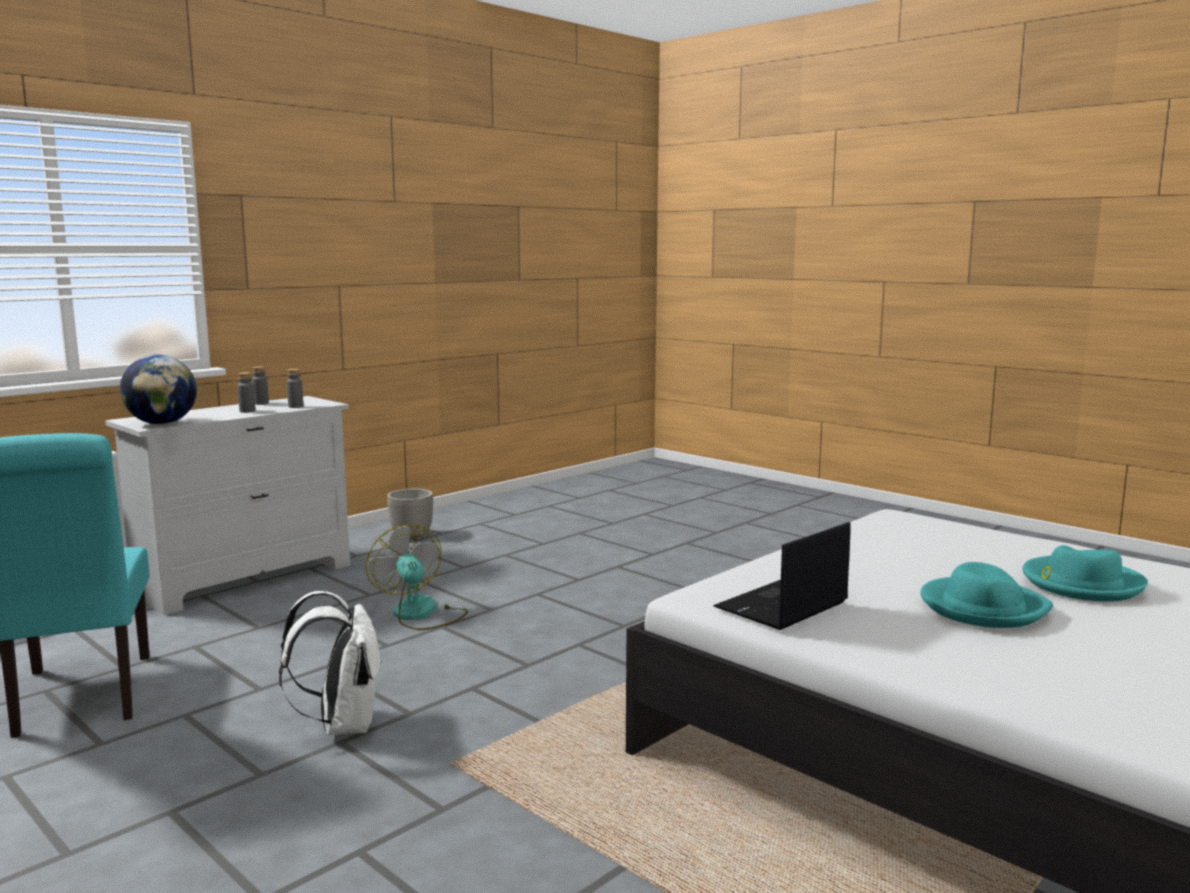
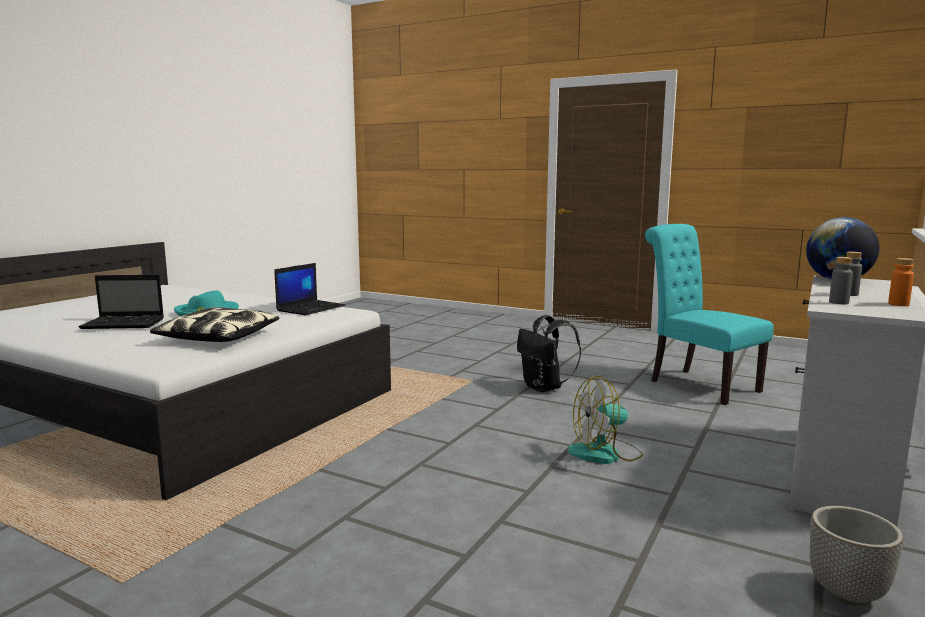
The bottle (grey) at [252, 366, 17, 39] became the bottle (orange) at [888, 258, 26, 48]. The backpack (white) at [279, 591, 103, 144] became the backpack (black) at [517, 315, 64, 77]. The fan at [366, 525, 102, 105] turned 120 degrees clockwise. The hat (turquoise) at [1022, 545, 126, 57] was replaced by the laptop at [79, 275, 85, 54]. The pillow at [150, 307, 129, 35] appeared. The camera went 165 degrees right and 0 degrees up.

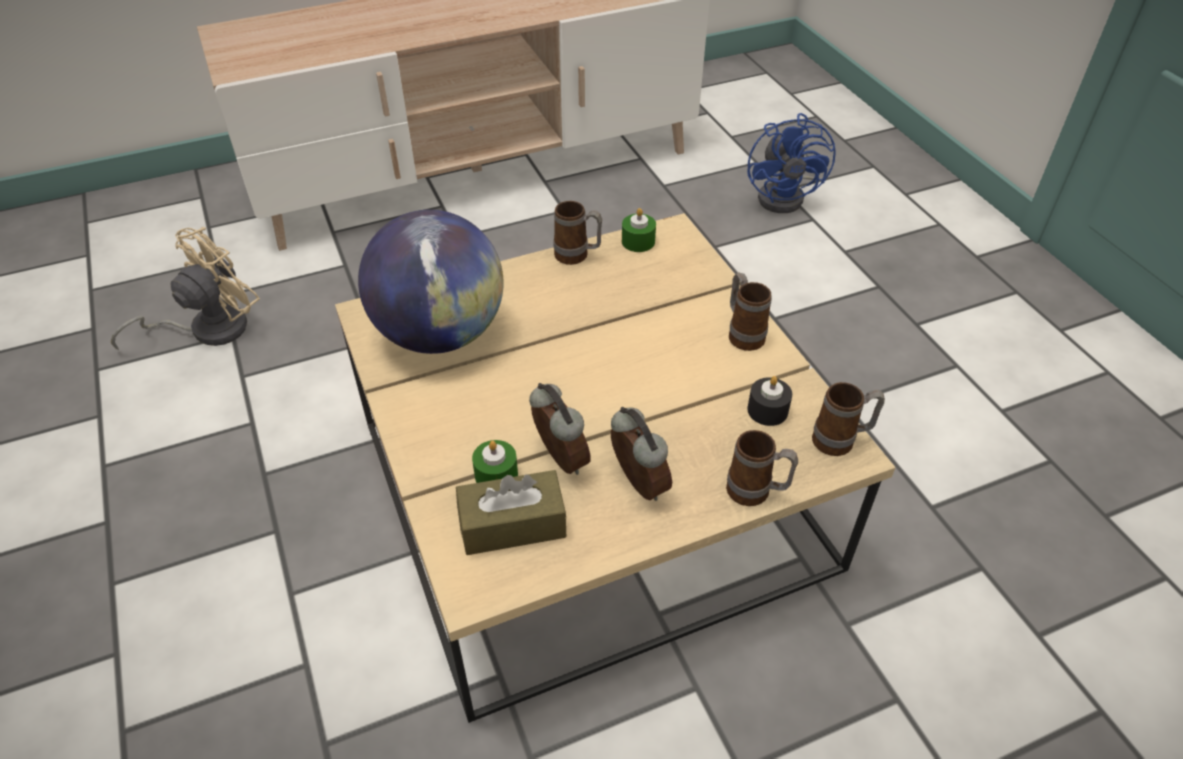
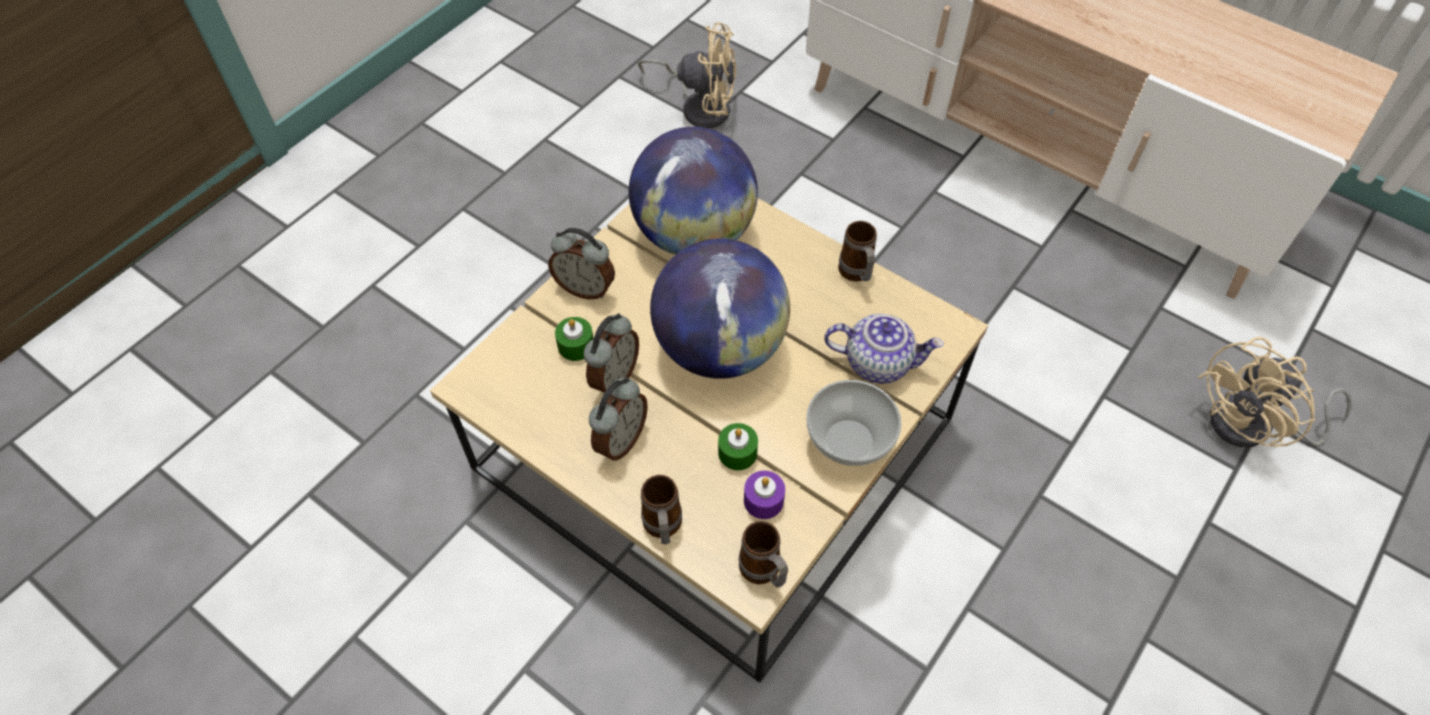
The tissue box (brown) at [456, 470, 110, 85] disappeared. The candle (green) moved from [622, 208, 34, 44] to [718, 423, 40, 47]. The mug at [729, 272, 43, 79] was replaced by the bowl at [807, 380, 95, 86]. The fan (blue) at [747, 113, 89, 100] became the fan (beige) at [1198, 337, 154, 110]. The candle (black) at [747, 376, 45, 50] became the candle (purple) at [744, 471, 41, 48]. The alarm clock at [548, 228, 67, 71] appeared. The globe at [650, 238, 140, 141] appeared. The teapot at [825, 314, 119, 70] appeared. The camera went 60 degrees right and 10 degrees up.

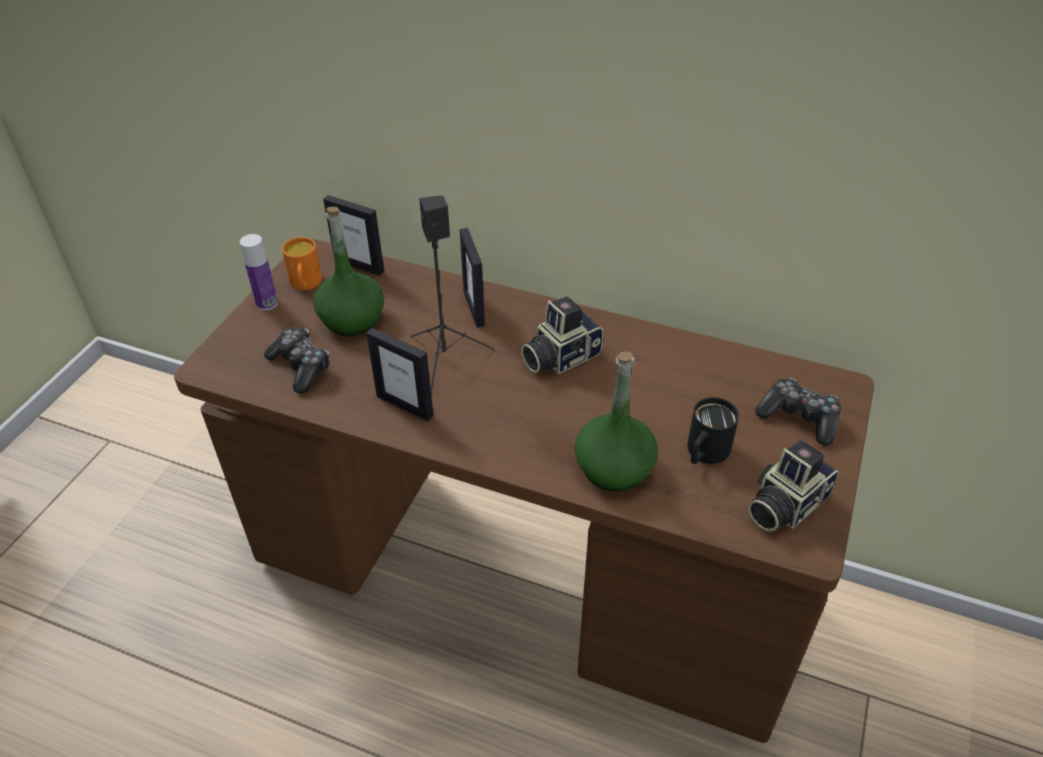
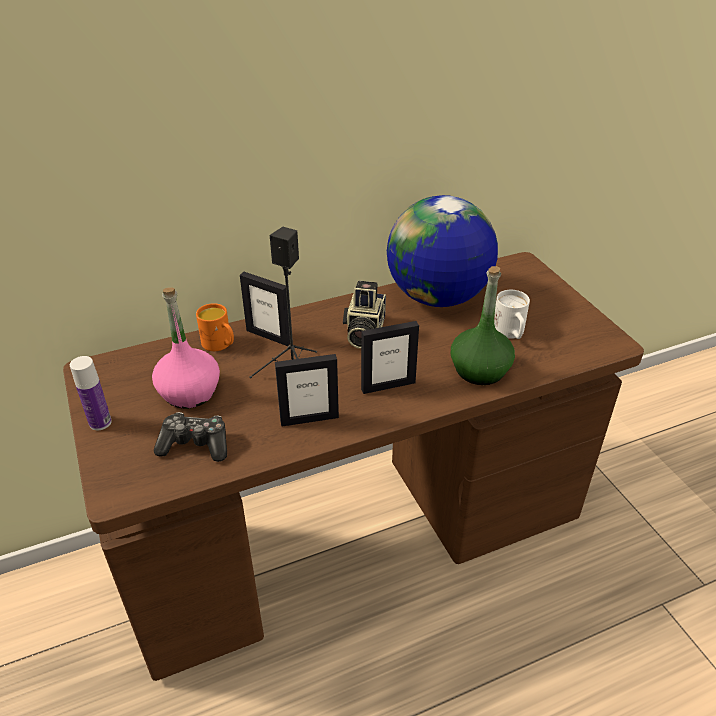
The mug (orange) moved from [282, 237, 40, 53] to [196, 303, 38, 48]. The bottle (green) at [313, 207, 71, 129] became the bottle (pink) at [152, 287, 68, 122]. The picture frame moved from [323, 195, 61, 81] to [361, 321, 58, 73]. The mug (black) at [687, 397, 52, 67] became the mug (white) at [494, 290, 36, 49]. The photo camera at [748, 440, 91, 92] disappeared. The game controller at [755, 378, 86, 68] disappeared. The globe at [387, 195, 111, 112] appeared. The camera went 45 degrees left and 5 degrees down.

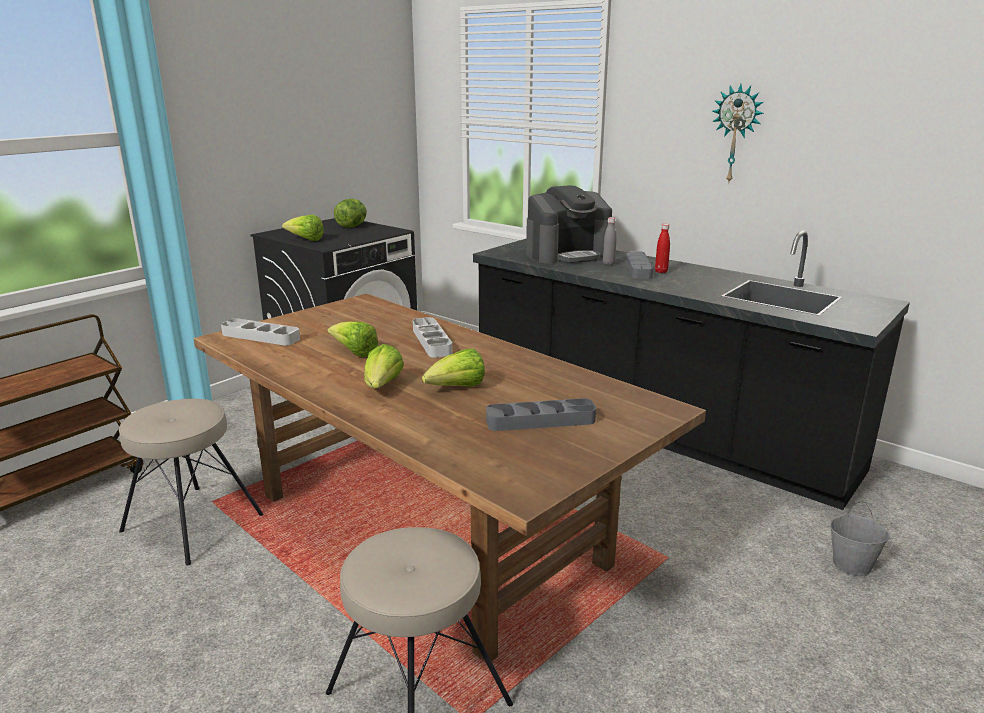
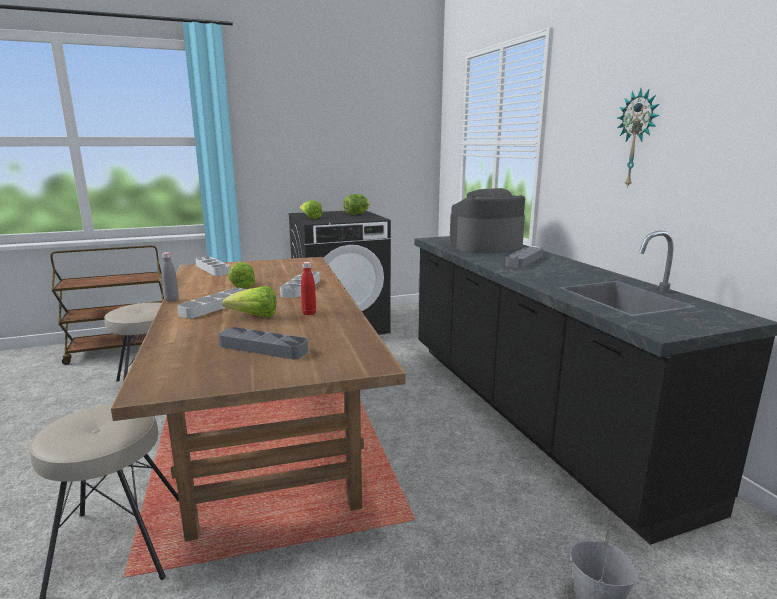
The lettuce at [364, 344, 40, 44] was replaced by the tray (grey) at [177, 288, 69, 30]. The coffee machine at [526, 185, 86, 79] turned 150 degrees clockwise. The bottle (grey) moved from [603, 217, 13, 48] to [162, 252, 17, 50]. The bottle (red) moved from [655, 224, 15, 49] to [301, 262, 15, 53]. The camera went 30 degrees right and 5 degrees down.

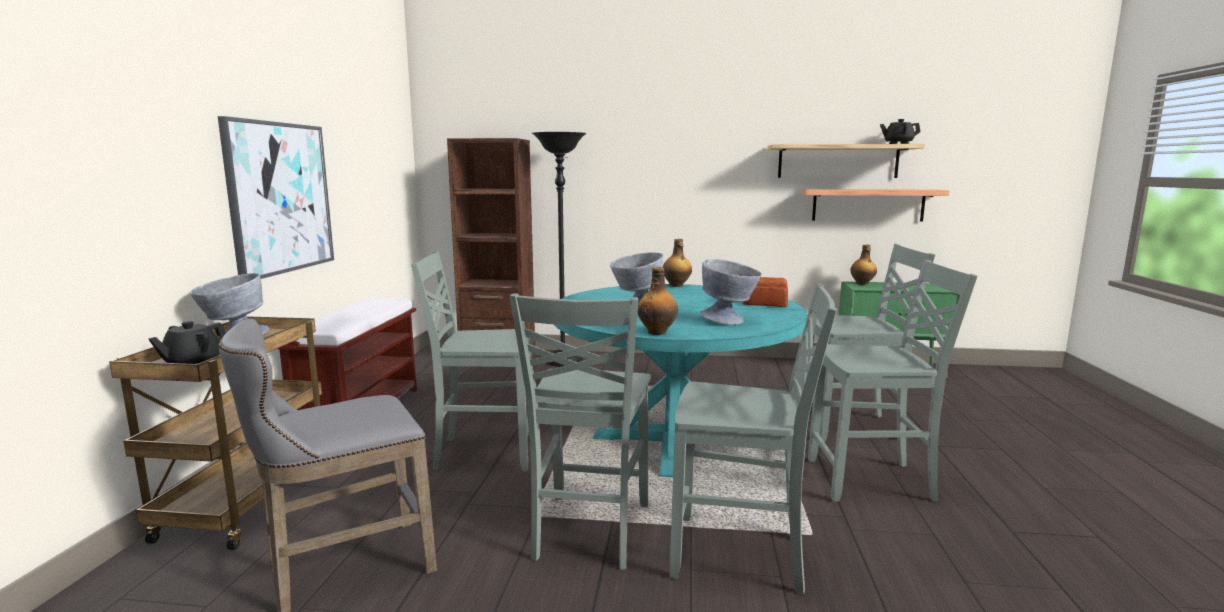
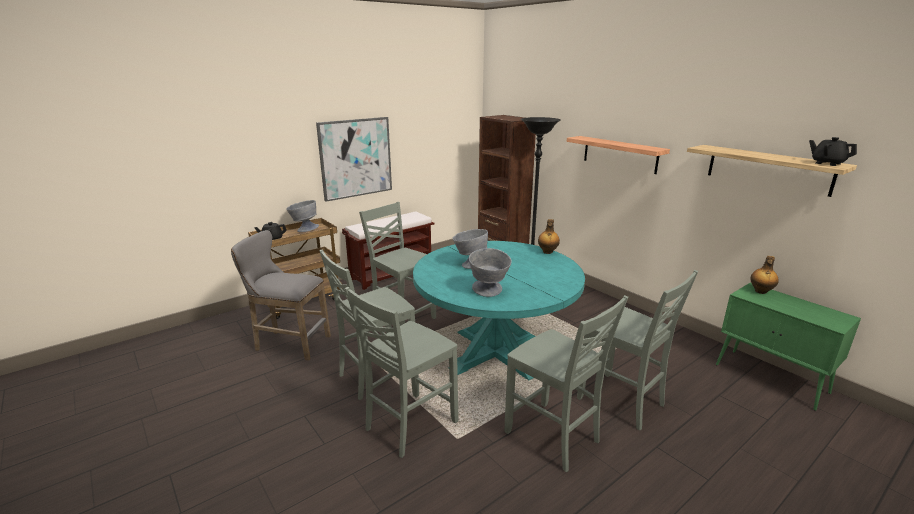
The bottle at [638, 267, 40, 68] disappeared. The chair (grey) at [670, 284, 167, 310] turned 75 degrees clockwise. The bread at [742, 277, 46, 30] disappeared. The shelf moved from [802, 189, 147, 33] to [567, 136, 103, 38]. The camera went 45 degrees right and 10 degrees up.

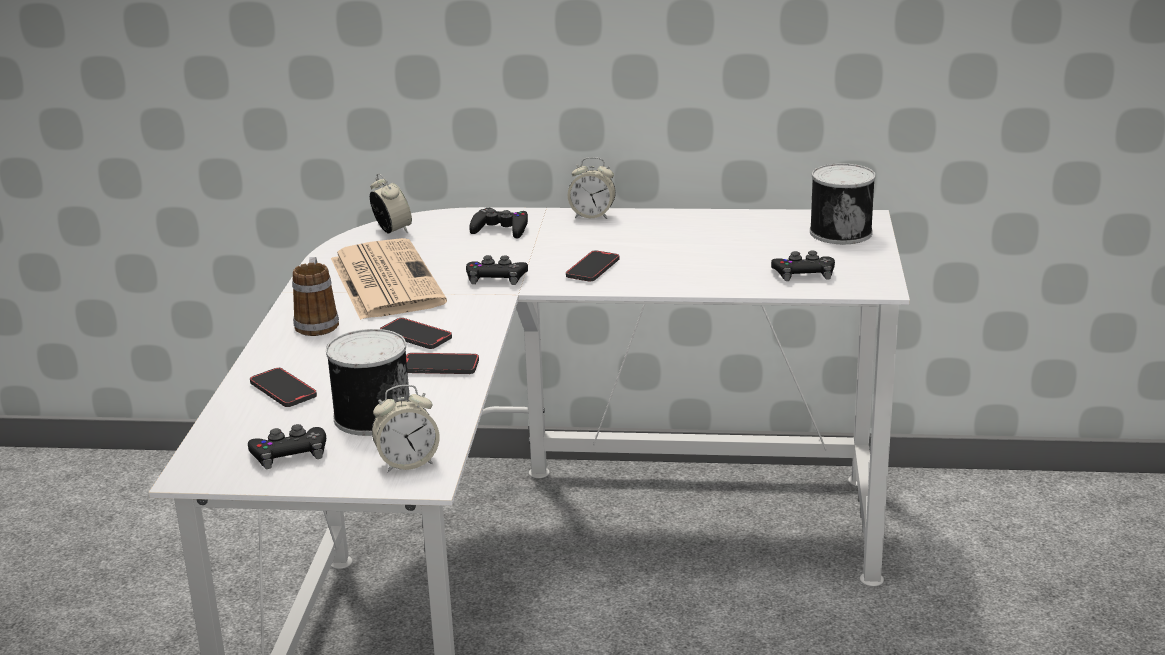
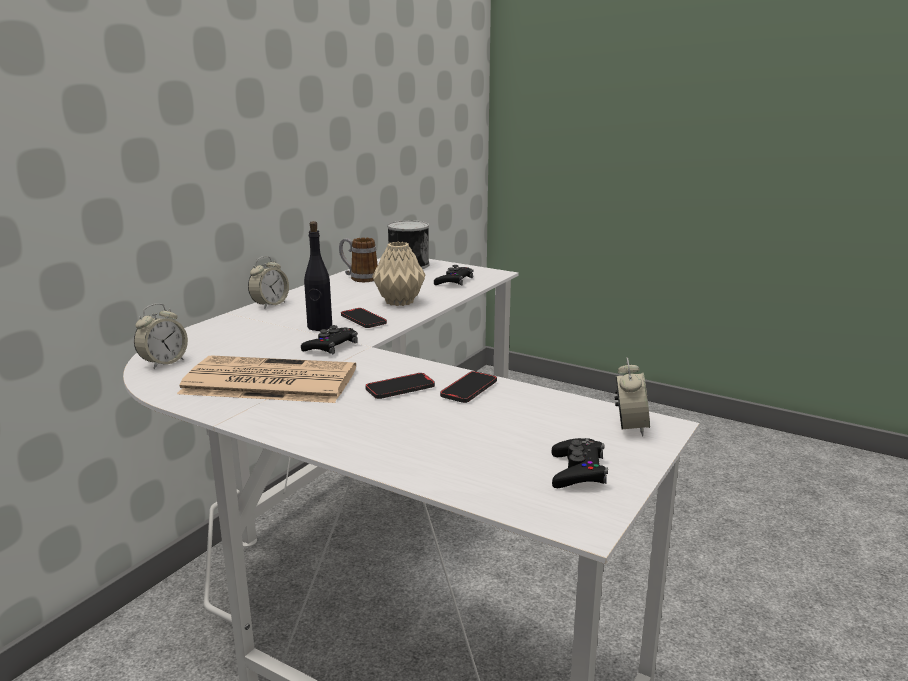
The phone at [250, 368, 67, 39] disappeared. The mug moved from [292, 257, 47, 79] to [339, 238, 39, 44]. The can at [326, 329, 84, 107] disappeared. The alarm clock at [370, 174, 42, 59] turned 135 degrees clockwise. The game controller (black) at [469, 208, 59, 31] disappeared. The bottle (black) at [304, 221, 28, 110] appeared. The vase (beige) at [372, 242, 53, 64] appeared. The camera went 65 degrees left and 5 degrees down.

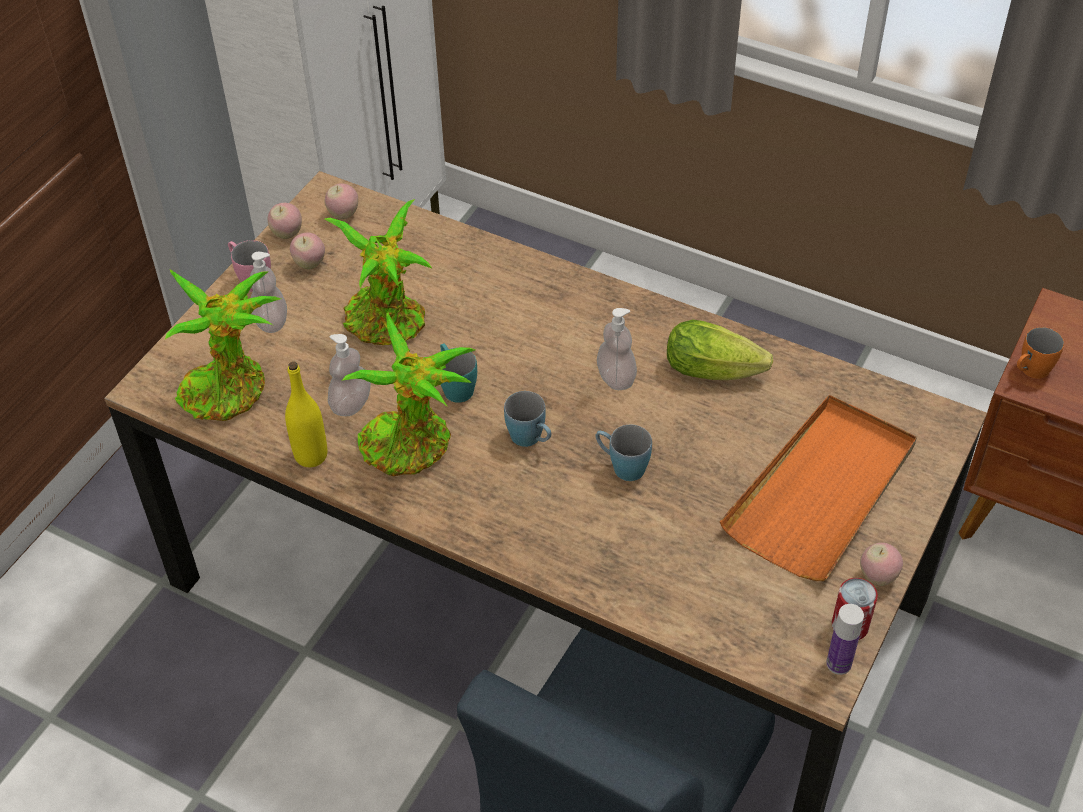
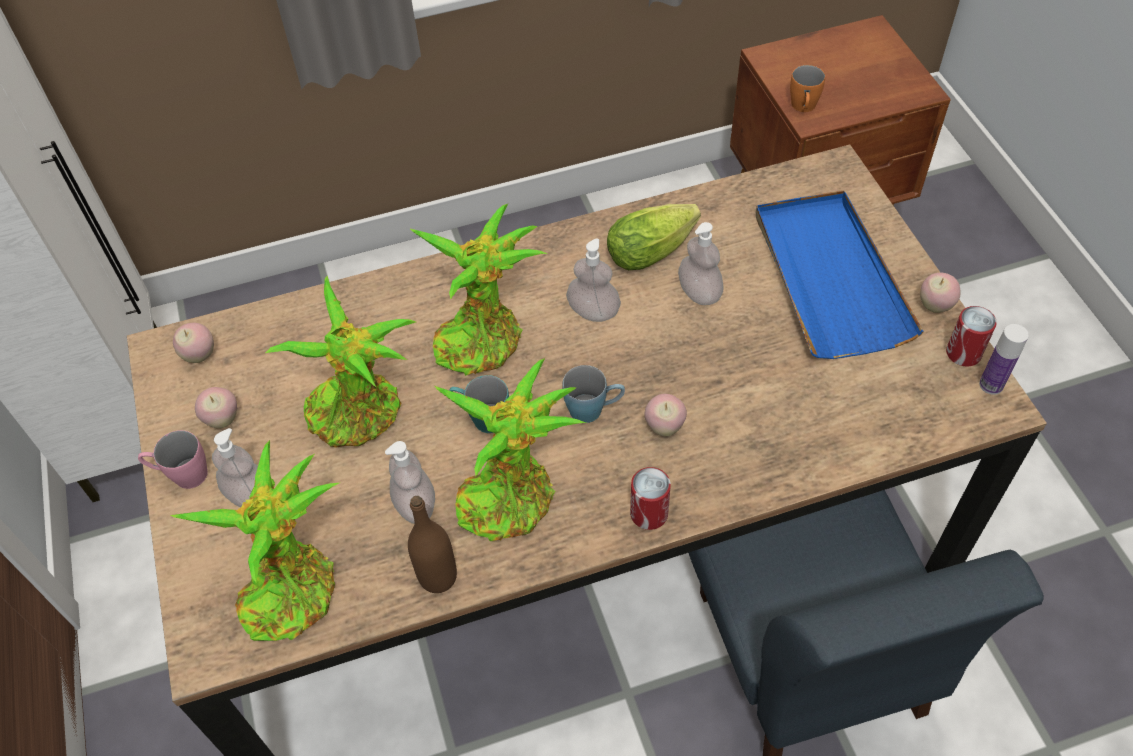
The apple moved from [268, 203, 34, 36] to [644, 394, 43, 43]. The bottle (yellow) at [285, 362, 42, 105] became the bottle (brown) at [408, 496, 49, 97]. The mug (blue) at [596, 425, 56, 56] disappeared. The tray (orange) at [720, 395, 197, 186] became the tray (blue) at [756, 191, 168, 168]. The potted plant at [410, 204, 138, 172] appeared. The can at [630, 467, 41, 63] appeared. The soap dispenser at [678, 222, 46, 83] appeared. The camera went 45 degrees left and 5 degrees up.

